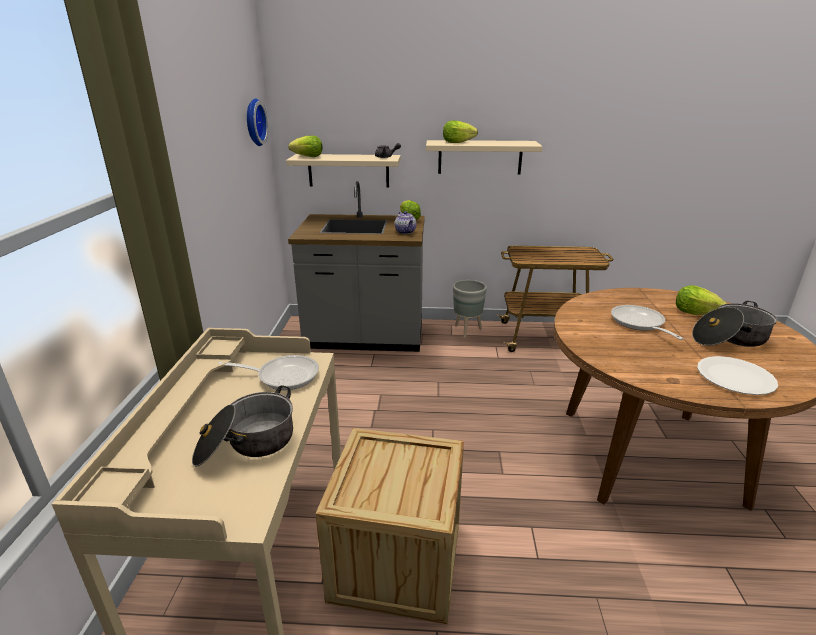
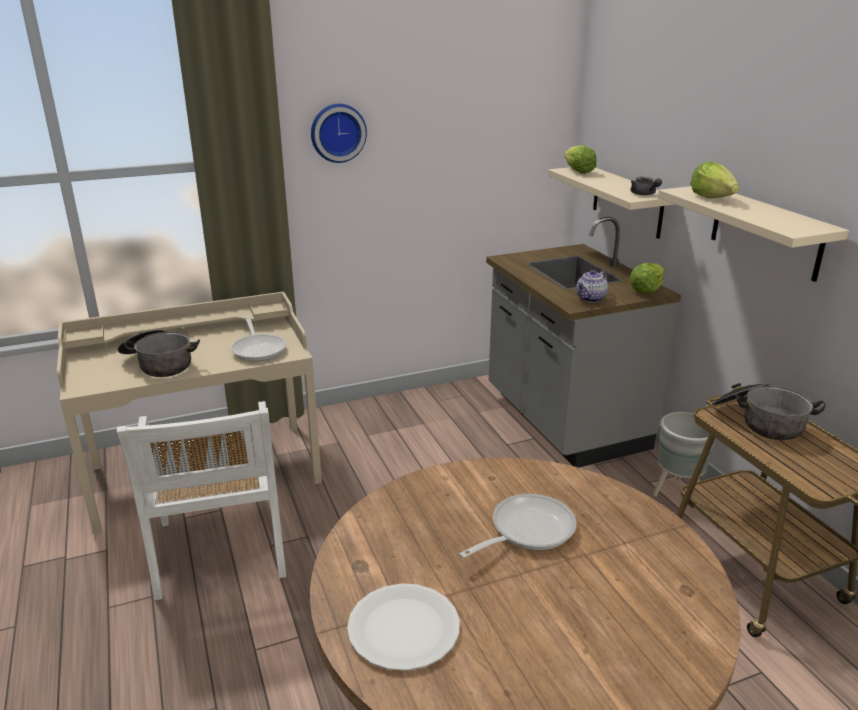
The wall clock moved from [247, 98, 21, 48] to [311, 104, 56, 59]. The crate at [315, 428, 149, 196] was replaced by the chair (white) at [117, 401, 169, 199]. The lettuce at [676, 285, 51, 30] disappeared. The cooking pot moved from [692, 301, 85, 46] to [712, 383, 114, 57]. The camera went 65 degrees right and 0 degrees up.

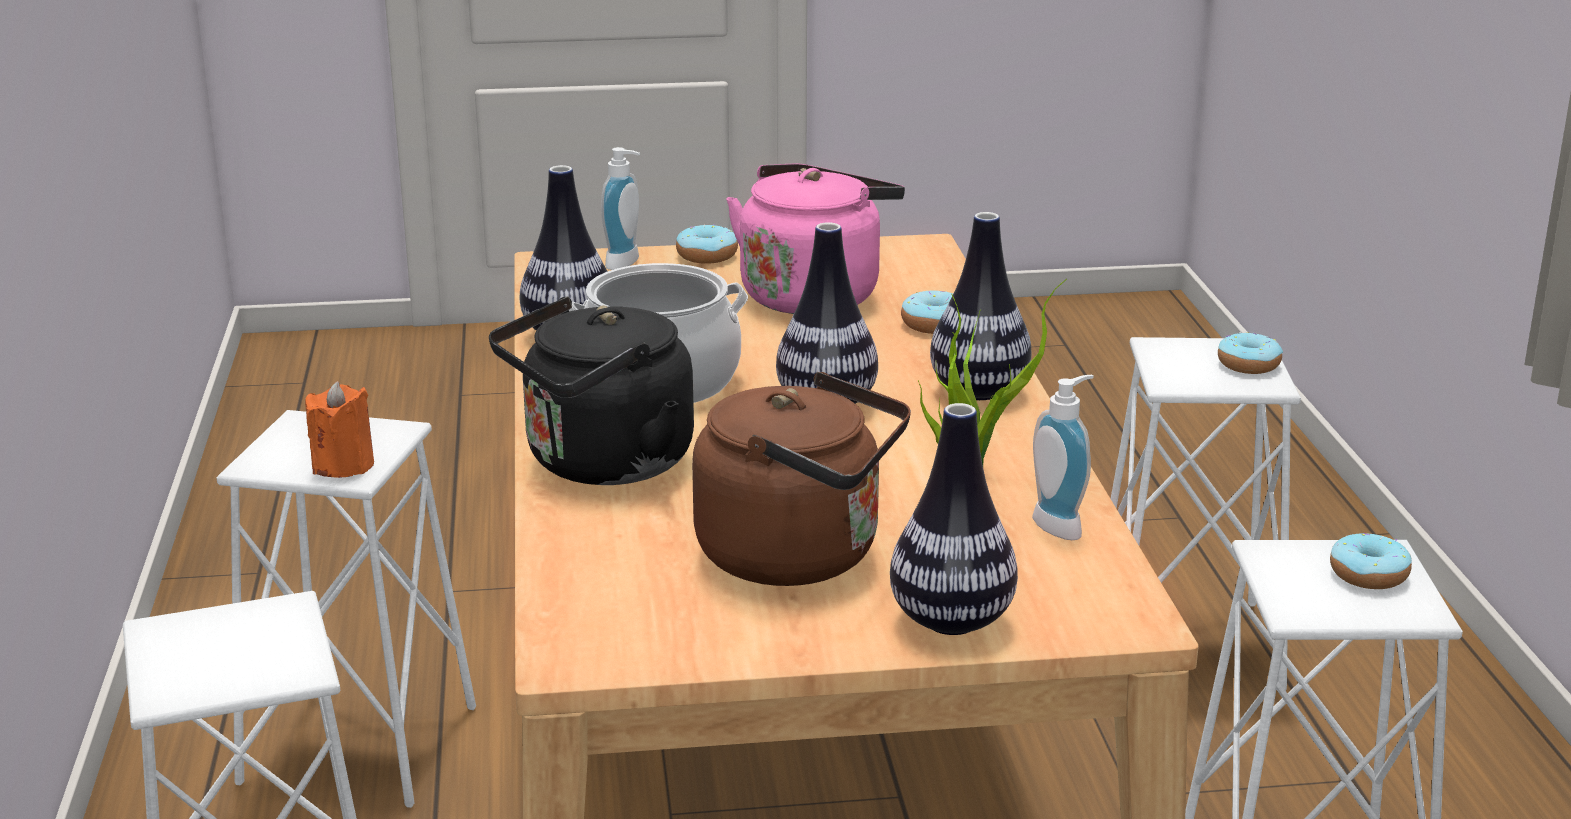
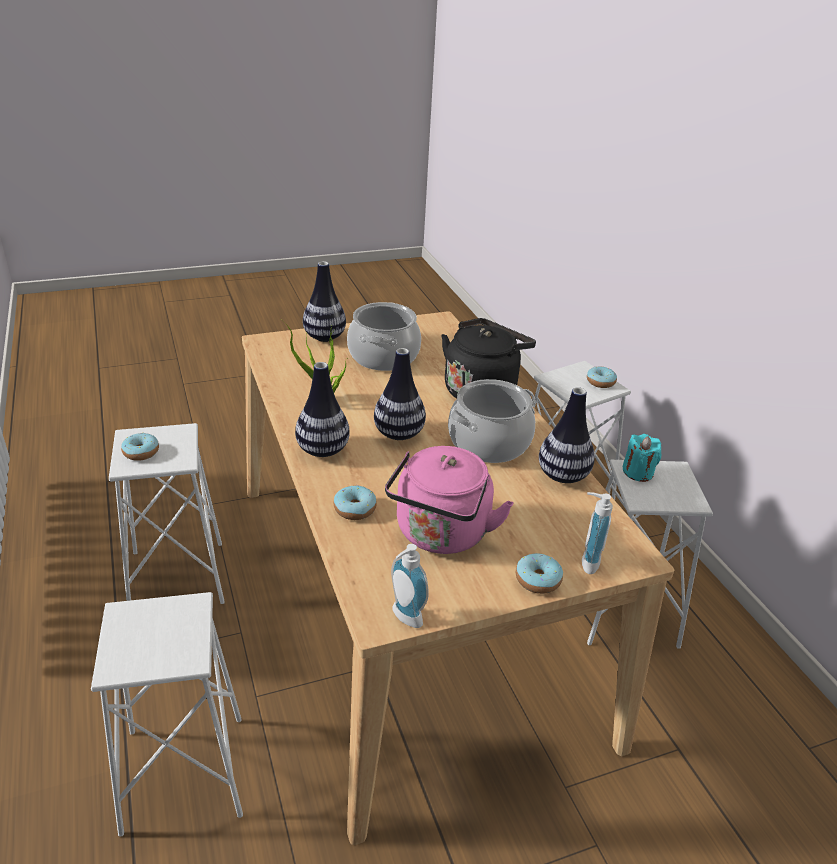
The candle (orange) at [305, 381, 69, 97] became the candle (turquoise) at [622, 434, 39, 48]. The kettle (brown) at [692, 372, 219, 214] was replaced by the cooking pot at [347, 302, 74, 69]. The soap dispenser moved from [1032, 375, 62, 165] to [391, 544, 38, 84]. The donut moved from [1218, 332, 65, 42] to [587, 367, 30, 21]. The camera went 165 degrees right and 10 degrees up.

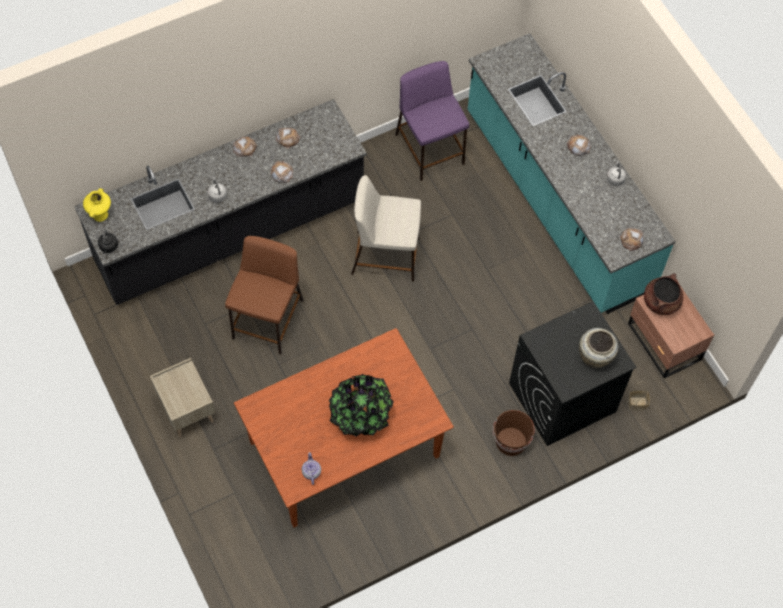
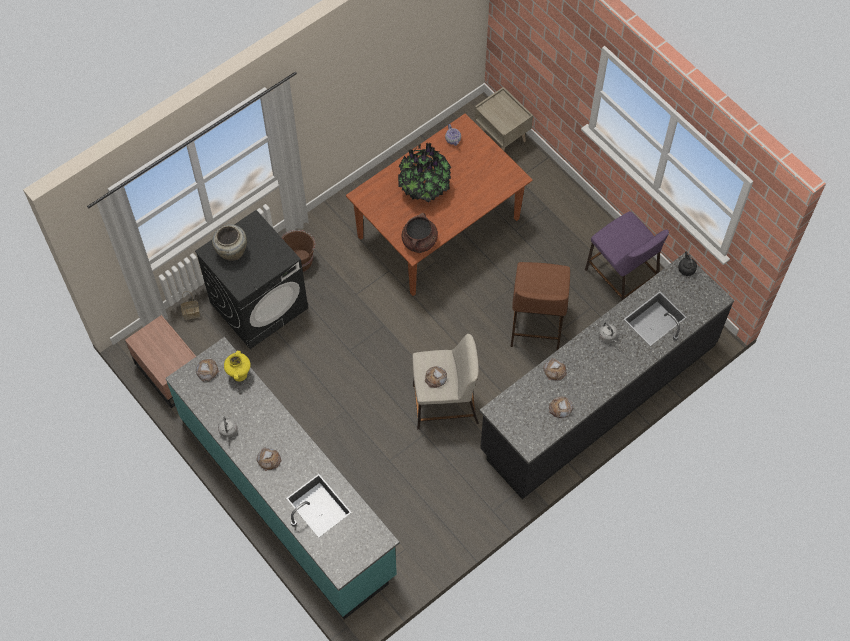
The vase (yellow) moved from [83, 188, 28, 34] to [224, 351, 27, 31]. The nightstand (beige) moved from [150, 358, 66, 79] to [475, 87, 58, 64]. The bread moved from [233, 136, 24, 21] to [425, 366, 22, 22]. The stool (purple) moved from [395, 61, 74, 120] to [585, 211, 84, 90]. The cooking pot (brown) moved from [644, 273, 39, 42] to [402, 213, 36, 40]. The camera went 170 degrees right and 0 degrees up.

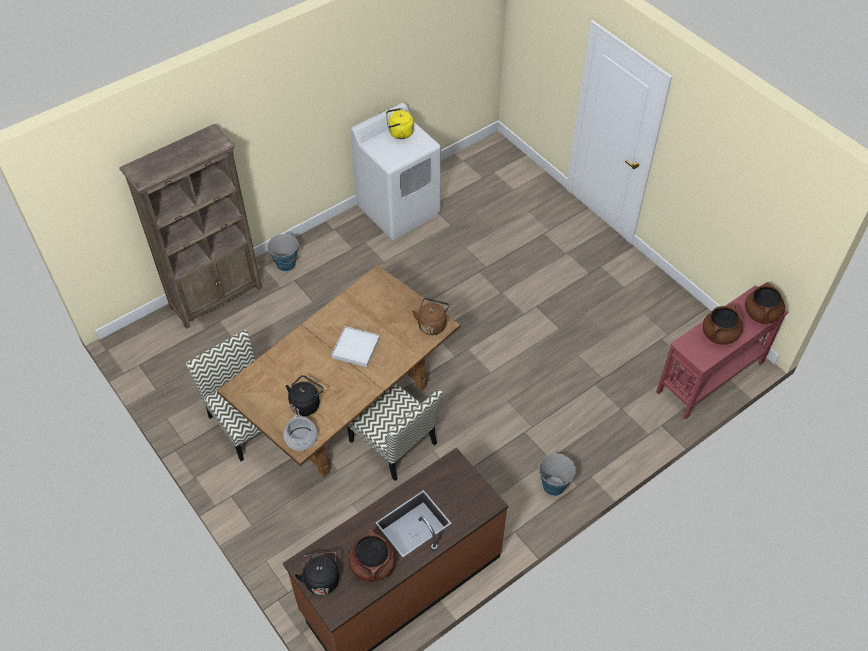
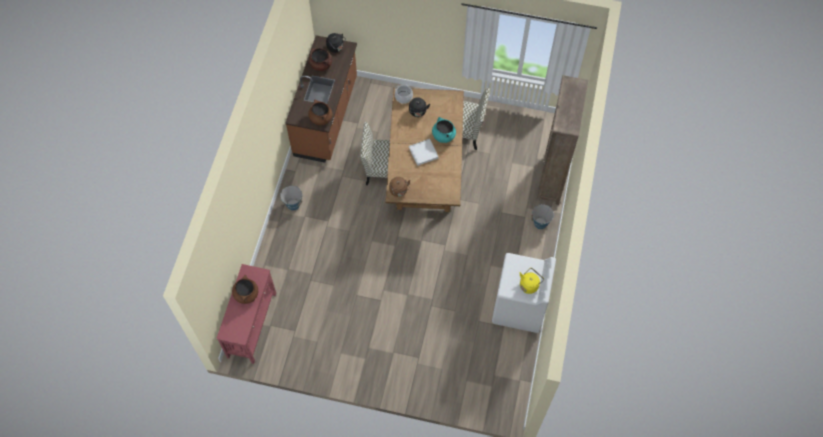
The cooking pot (brown) moved from [745, 282, 40, 42] to [308, 100, 24, 25]. The cooking pot (turquoise) at [432, 117, 24, 26] appeared. The camera went 140 degrees right and 10 degrees up.

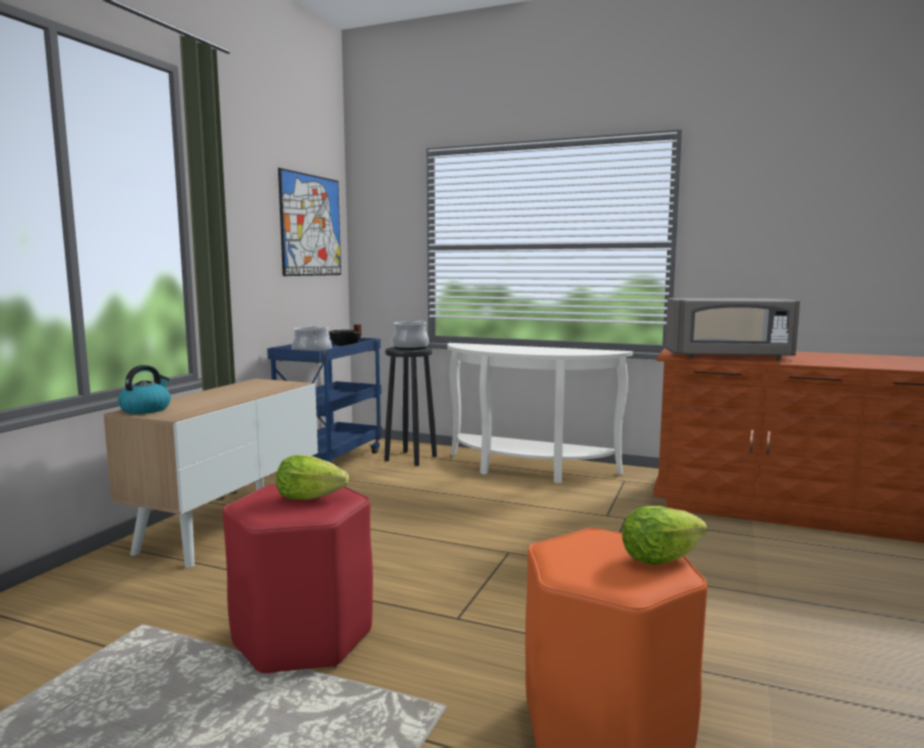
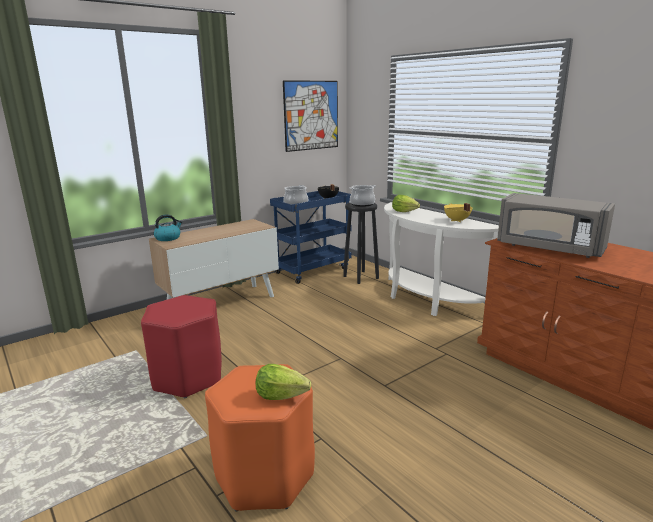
The lettuce moved from [276, 455, 73, 45] to [392, 195, 28, 17]. The cooking pot (yellow) at [444, 203, 28, 19] appeared. The camera went 30 degrees right and 10 degrees up.

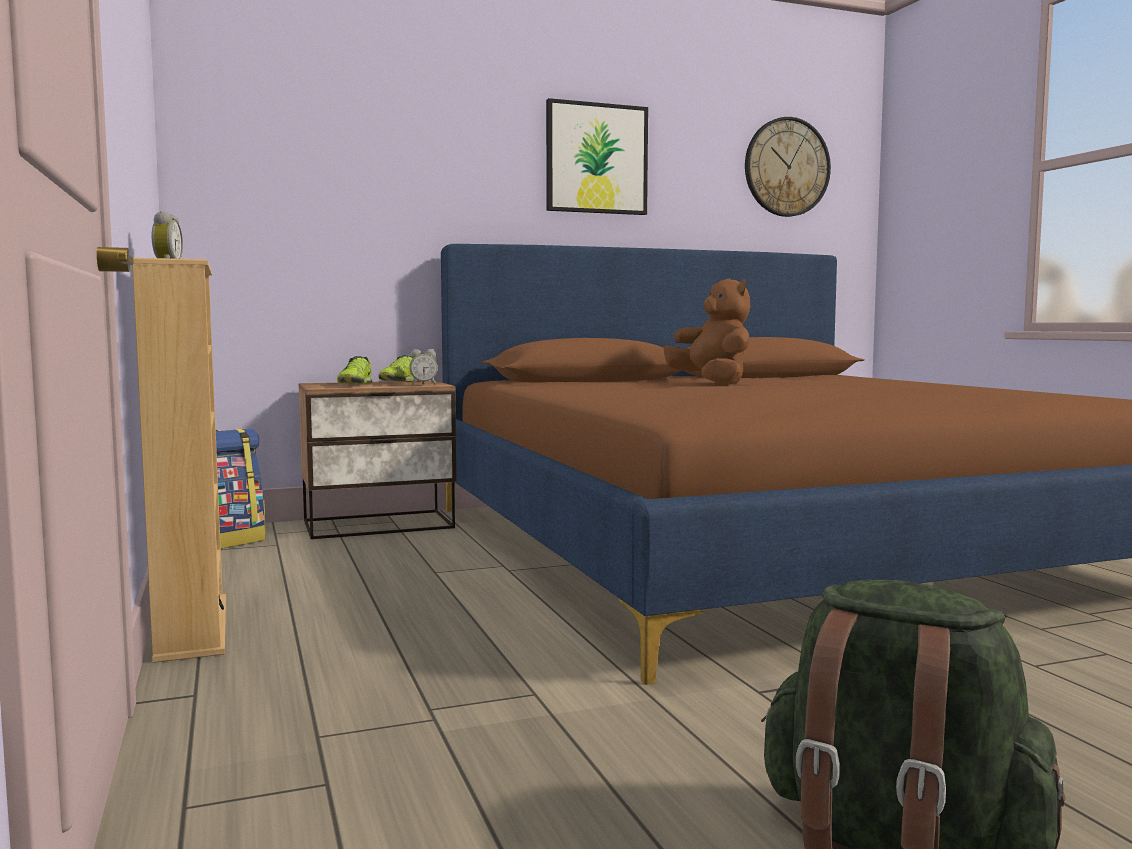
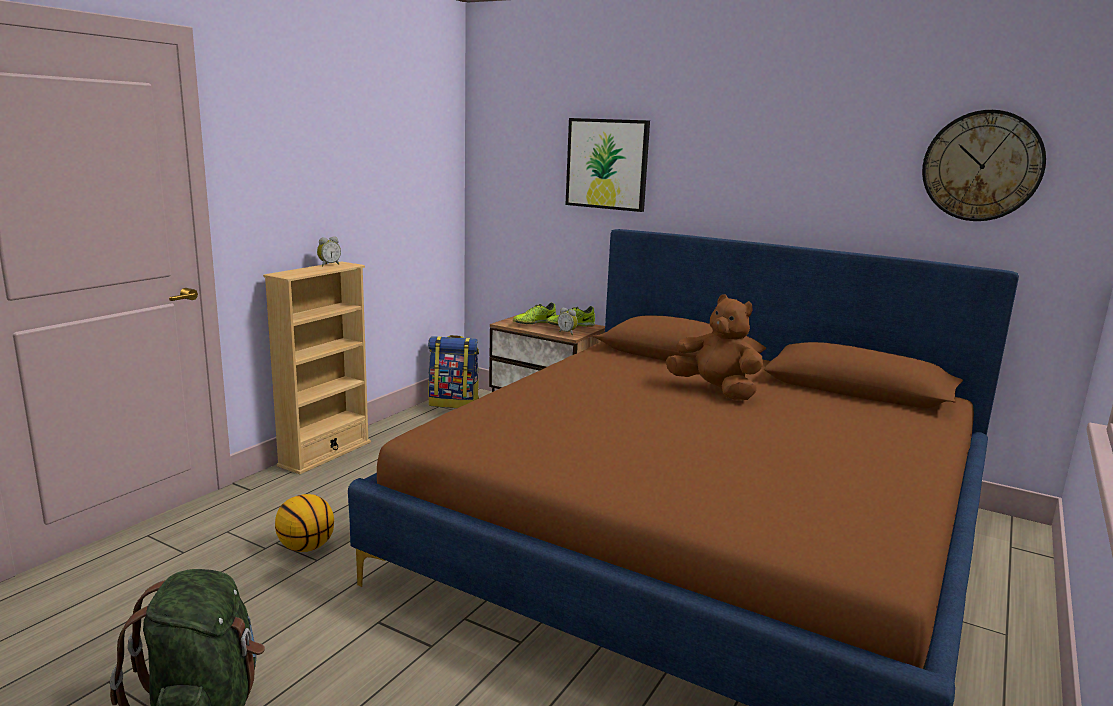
The picture moved from [546, 98, 102, 117] to [566, 118, 84, 94]. The plush toy (brown) at [664, 278, 86, 107] turned 75 degrees counterclockwise. The basketball at [275, 494, 59, 58] appeared. The camera went 50 degrees right and 10 degrees up.

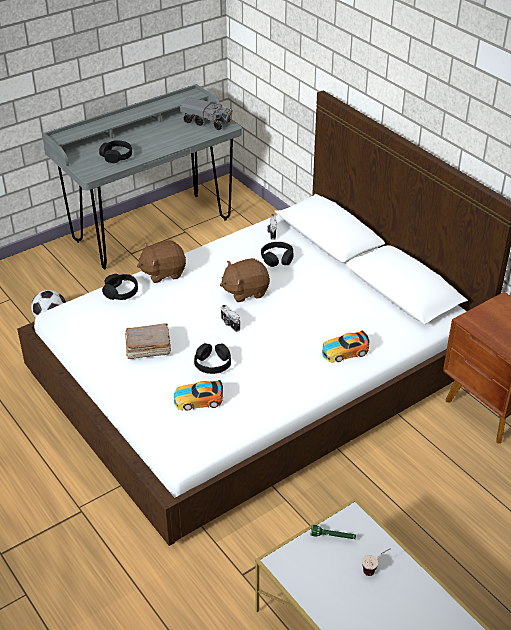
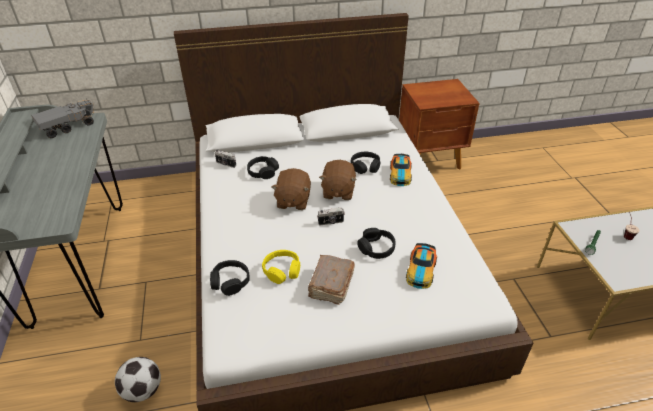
The headphones (black) moved from [99, 140, 33, 23] to [351, 152, 29, 22]. The plush toy (brown) moved from [137, 240, 49, 43] to [319, 160, 38, 40]. The headphones (yellow) at [262, 250, 38, 34] appeared. The camera went 65 degrees left and 0 degrees up.

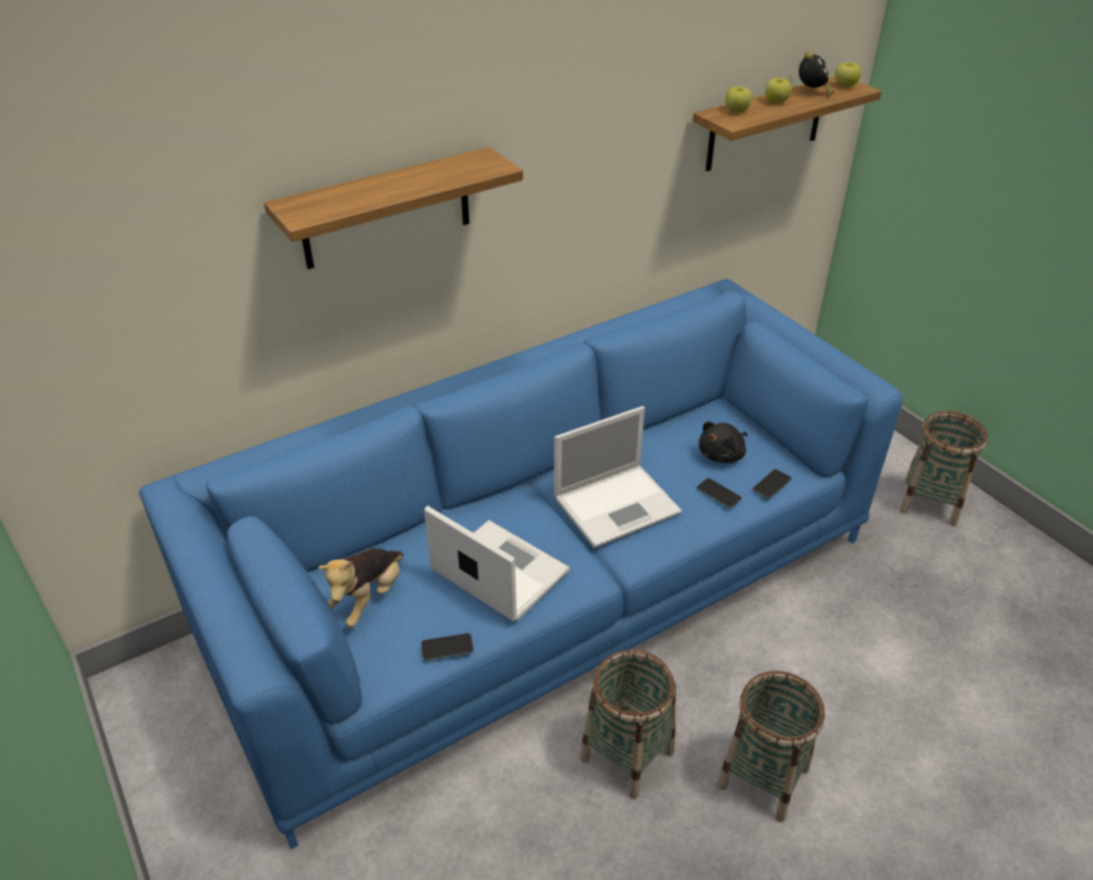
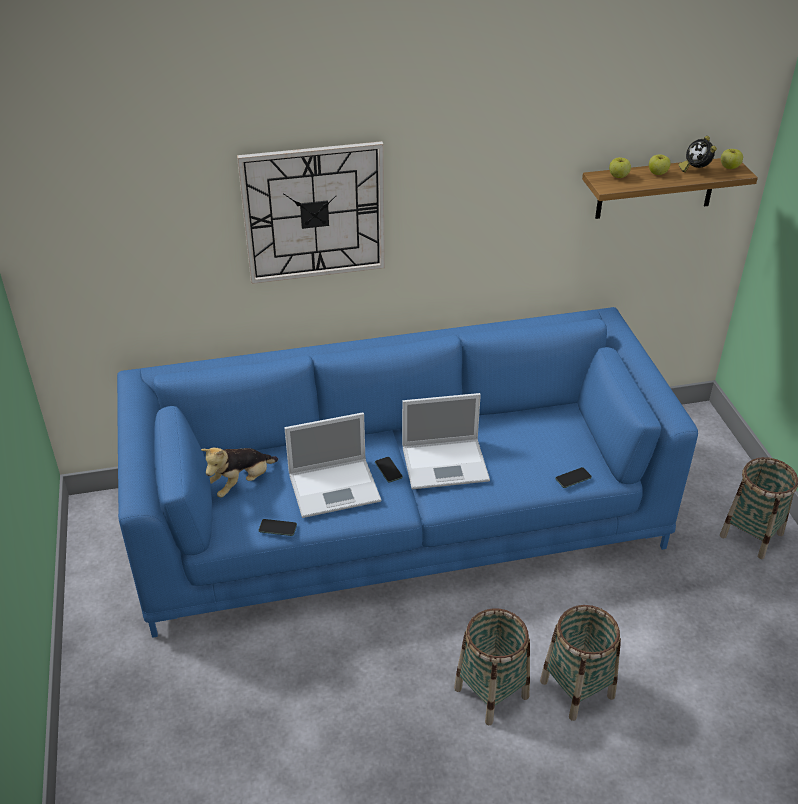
The shelf at [264, 147, 259, 122] was replaced by the wall clock at [237, 141, 148, 143]. The laptop at [424, 506, 146, 115] turned 105 degrees clockwise. The basket moved from [580, 650, 96, 149] to [540, 605, 81, 116]. The phone moved from [696, 478, 46, 30] to [375, 457, 28, 25]. The plush toy (black) at [699, 421, 48, 42] disappeared. The alarm clock at [799, 52, 35, 42] turned 135 degrees clockwise. The camera went 20 degrees right and 0 degrees up.

